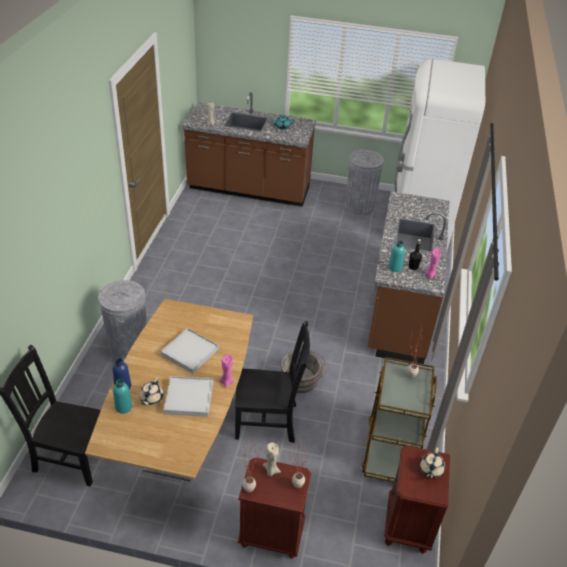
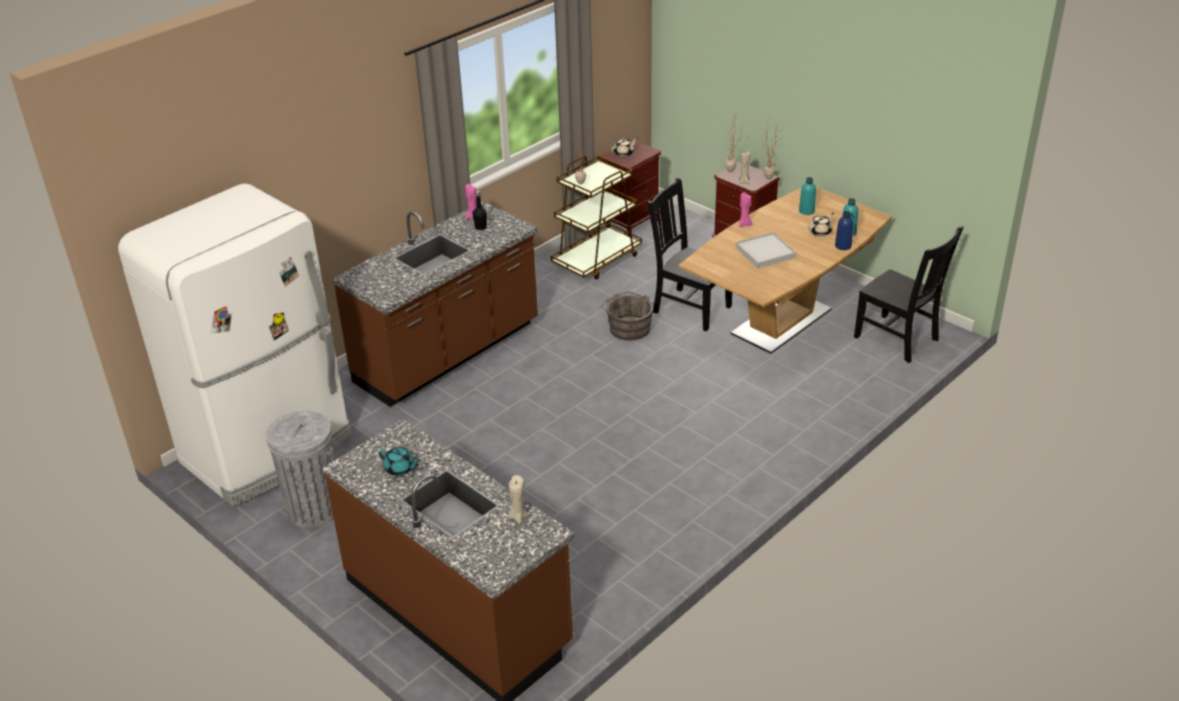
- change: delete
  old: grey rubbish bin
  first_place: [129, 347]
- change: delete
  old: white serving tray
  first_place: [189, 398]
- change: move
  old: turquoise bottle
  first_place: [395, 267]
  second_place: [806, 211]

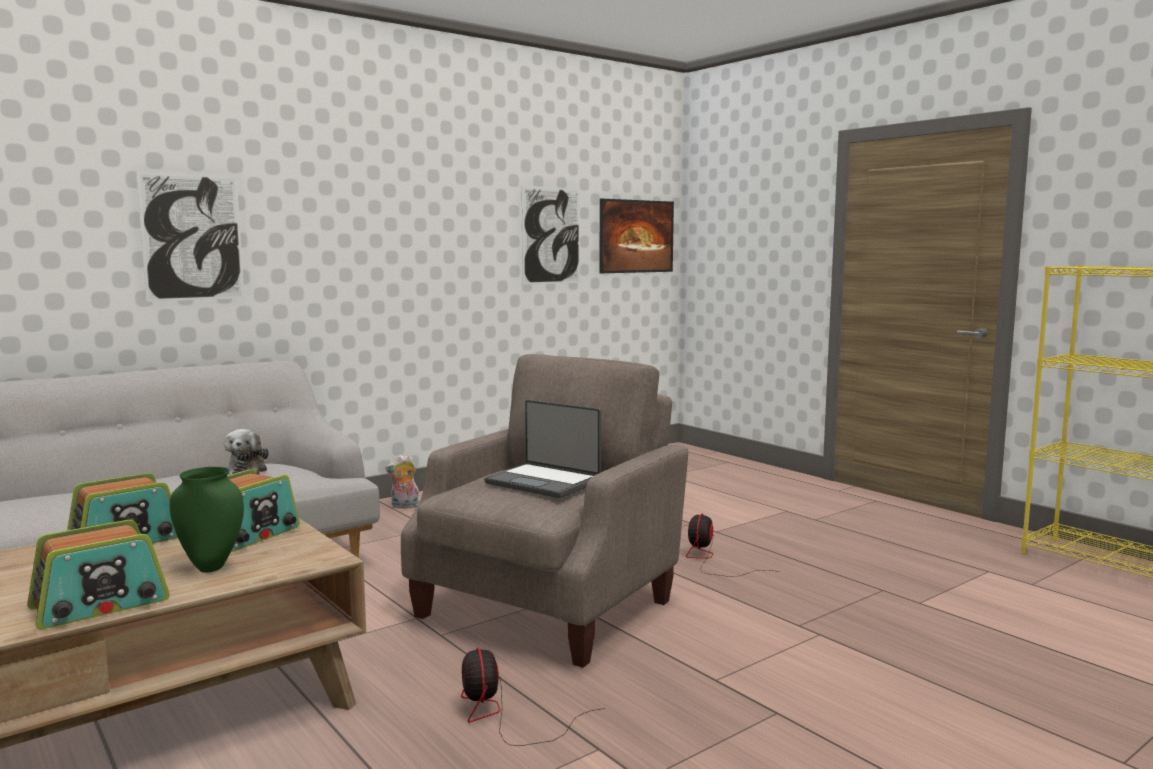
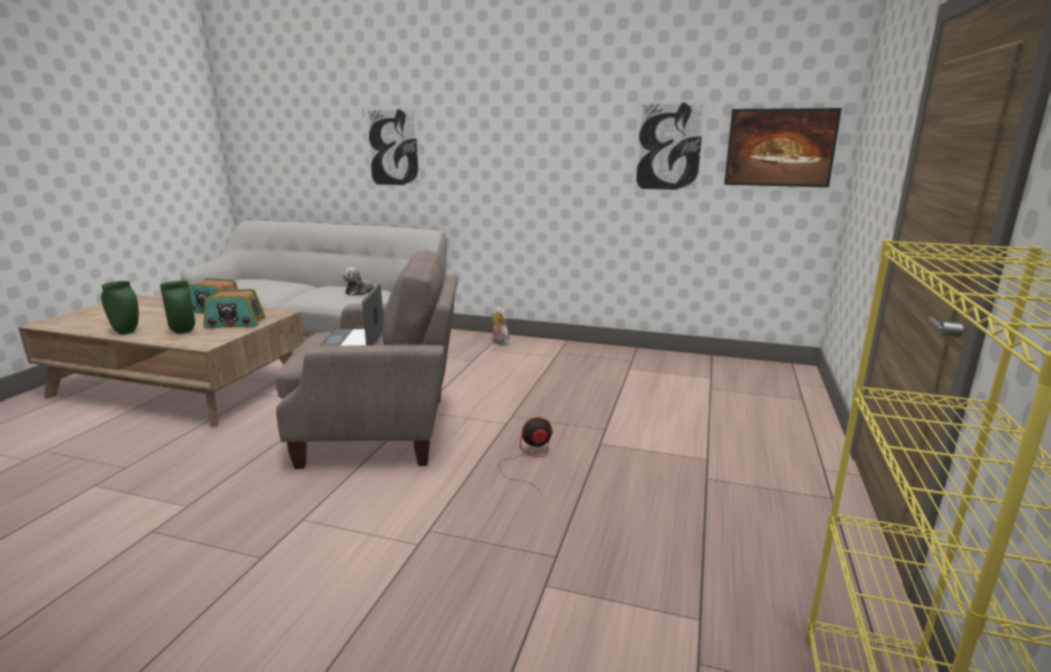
- change: replace
  old: radio receiver
  new: green-coloured flower vase
  first_place: [100, 604]
  second_place: [127, 332]
- change: delete
  old: cooling fan
  first_place: [503, 716]

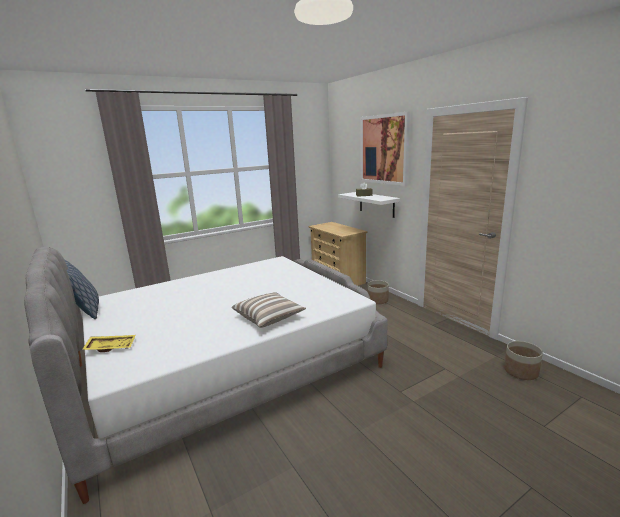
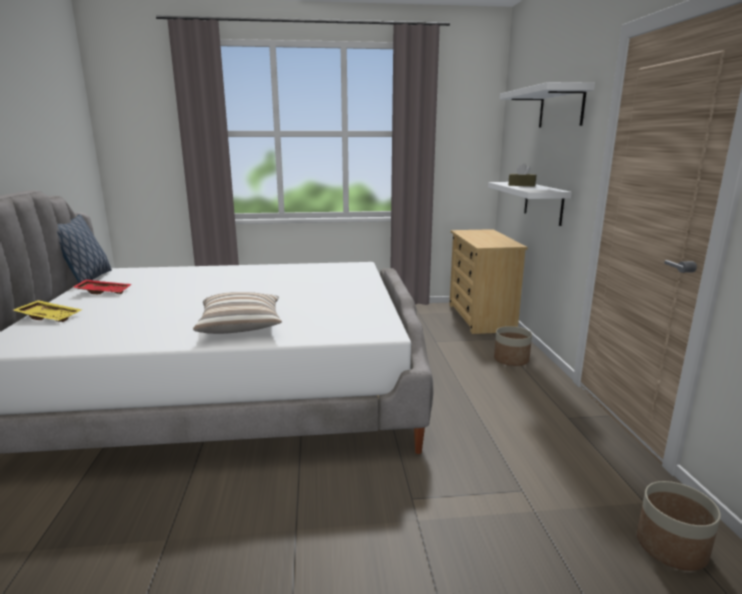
- change: replace
  old: wall picture
  new: white shelf
  first_place: [384, 149]
  second_place: [561, 107]
- change: insert
  new: red serving tray
  second_place: [104, 292]

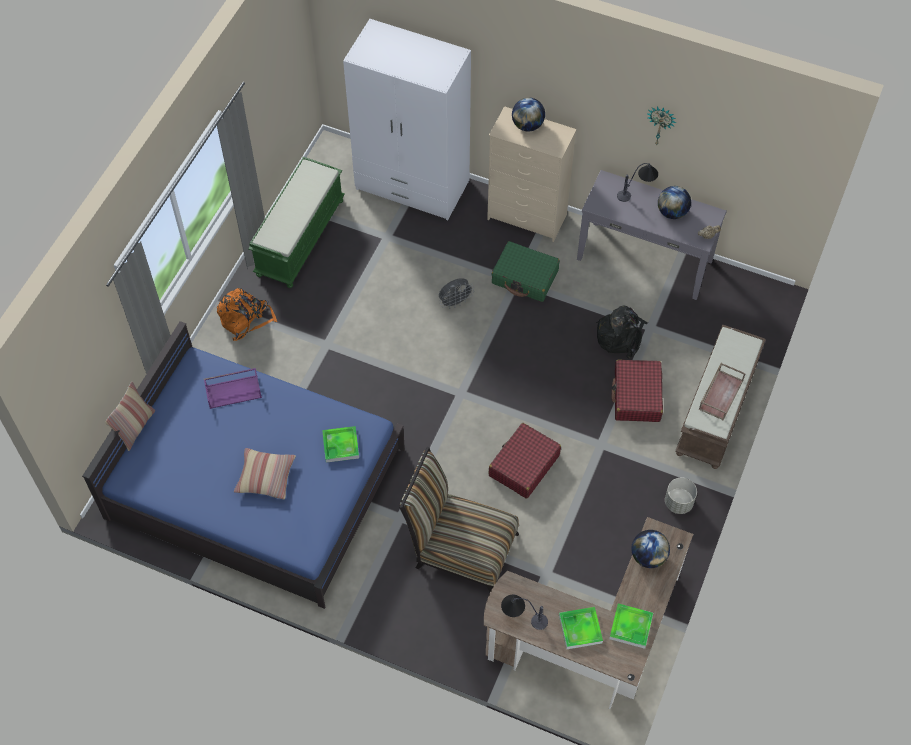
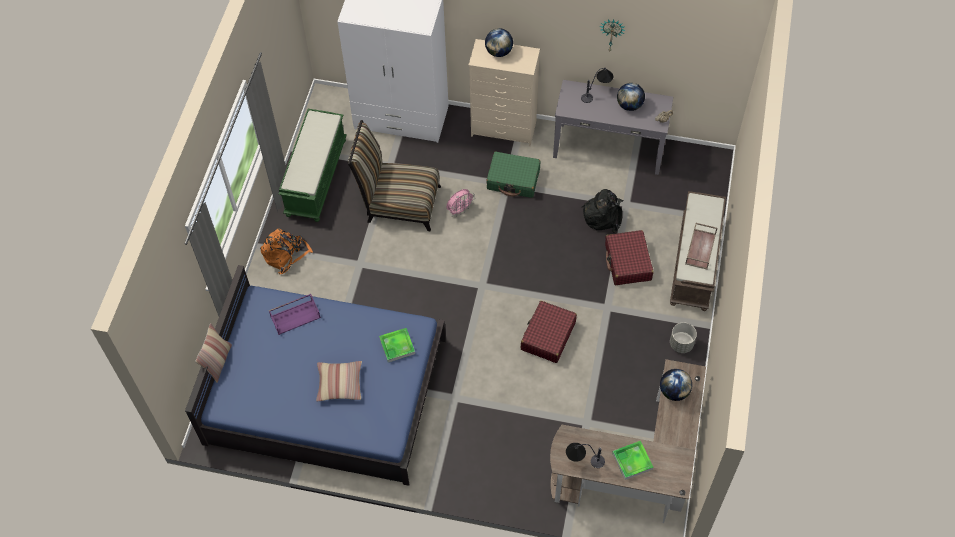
- change: move
  old: plain chair
  first_place: [460, 548]
  second_place: [398, 203]
- change: recolor
  old: grey cooling fan
  new: pink cooling fan
  first_place: [455, 302]
  second_place: [460, 210]
- change: delete
  old: serving tray
  first_place: [631, 627]

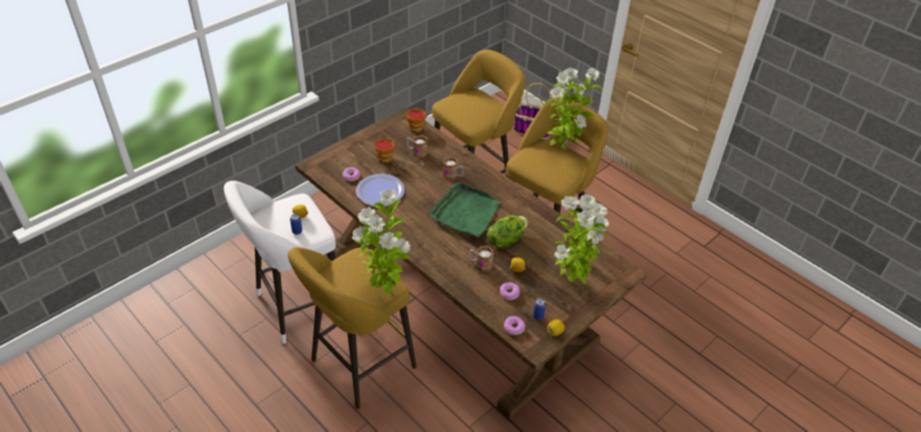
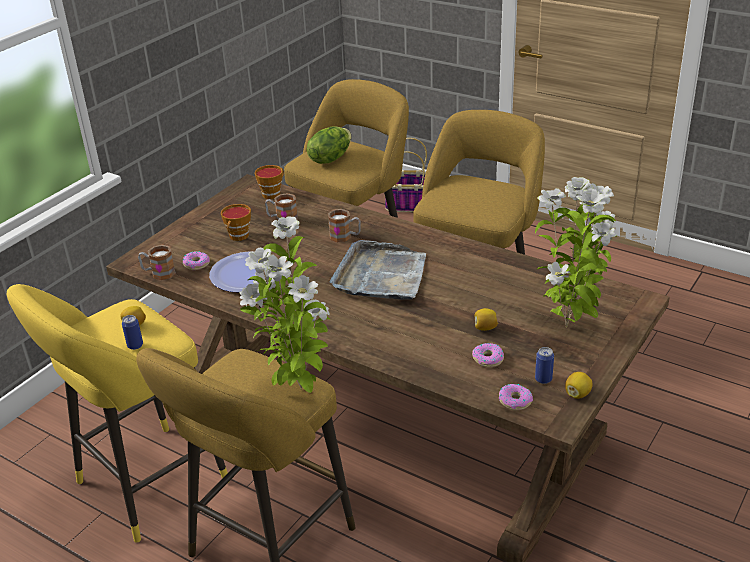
- change: recolor
  old: white sitting stool
  new: yellowish sitting stool
  first_place: [296, 307]
  second_place: [144, 486]
- change: recolor
  old: green-coloured serving tray
  new: grey serving tray
  first_place: [465, 212]
  second_place: [381, 275]
- change: move
  old: tea mug
  first_place: [480, 264]
  second_place: [158, 273]
- change: move
  old: head of lettuce
  first_place: [506, 239]
  second_place: [330, 158]
- change: delete
  old: potted plant
  first_place: [563, 148]

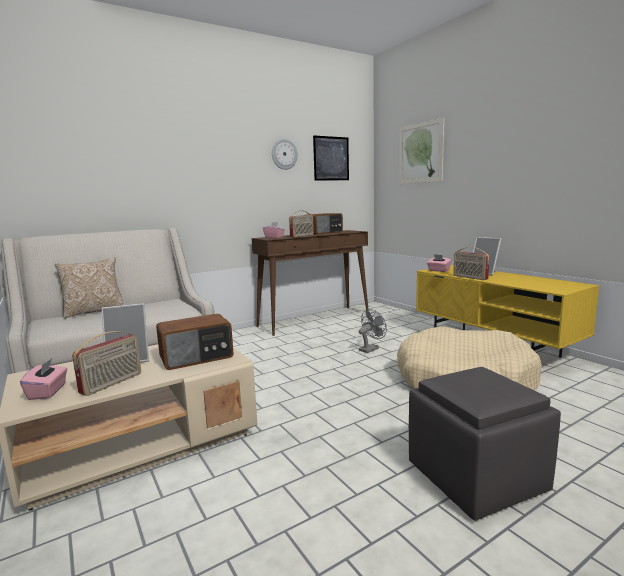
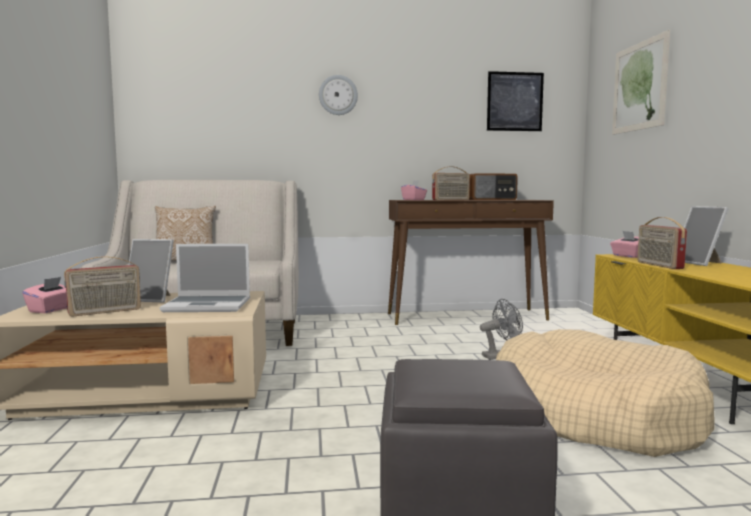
- change: replace
  old: radio receiver
  new: laptop
  first_place: [197, 357]
  second_place: [209, 306]
- change: move
  old: hanging clock
  first_place: [284, 154]
  second_place: [338, 95]

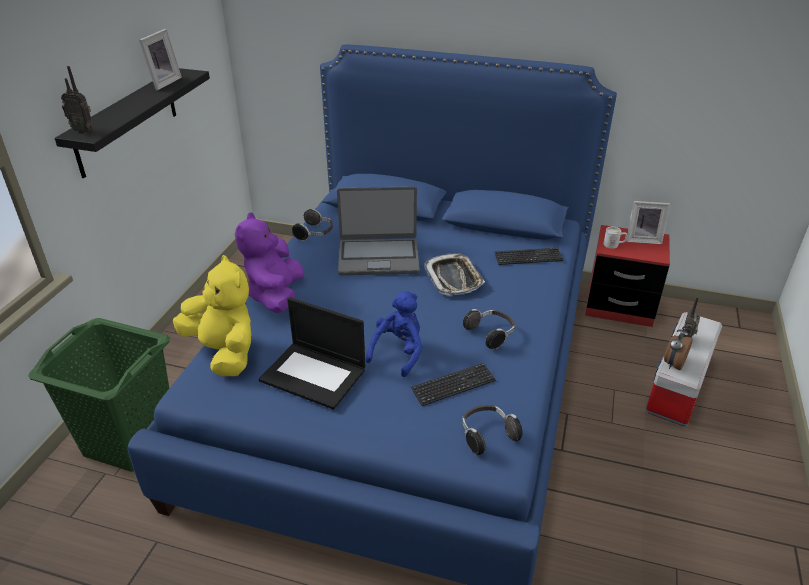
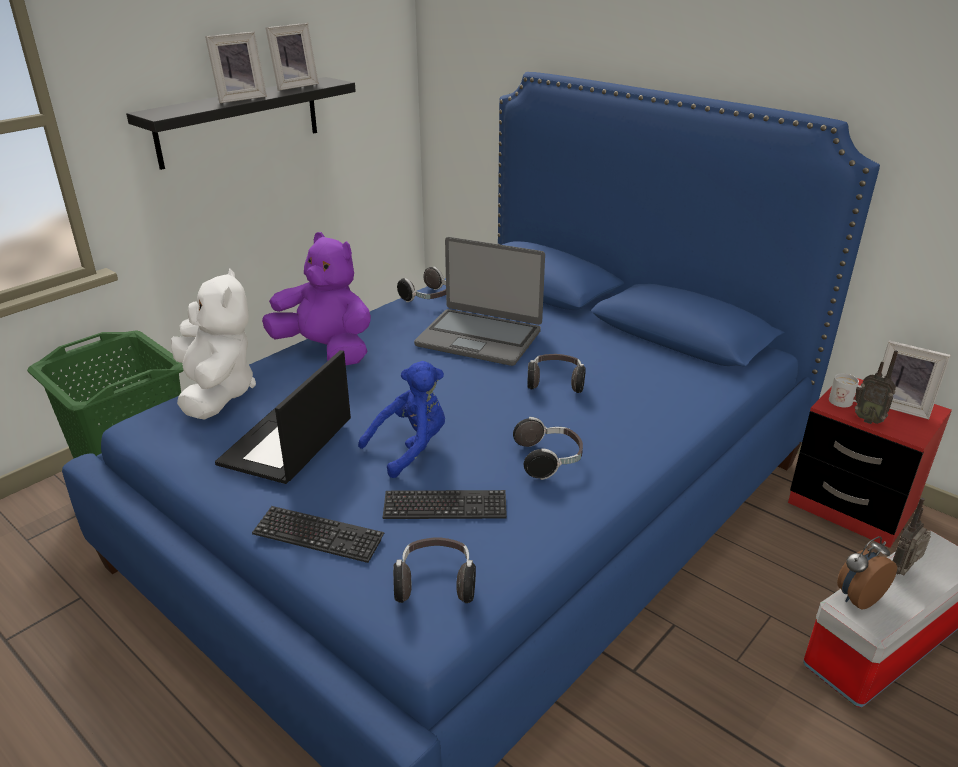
- change: move
  old: radio receiver
  first_place: [84, 131]
  second_place: [867, 419]
- change: recolor
  old: yellowish cuddly toy
  new: white cuddly toy
  first_place: [224, 352]
  second_place: [217, 393]
- change: rotate
  old: purple cuddly toy
  first_place: [276, 295]
  second_place: [326, 350]
  degrees: 90
- change: rotate
  old: laptop
  first_place: [314, 375]
  second_place: [287, 443]
  degrees: 60
- change: replace
  old: serving tray
  new: headset
  first_place: [454, 278]
  second_place: [555, 383]
- change: move
  old: keyboard
  first_place: [528, 257]
  second_place: [318, 536]
- change: insert
  new: standing frame
  second_place: [239, 98]

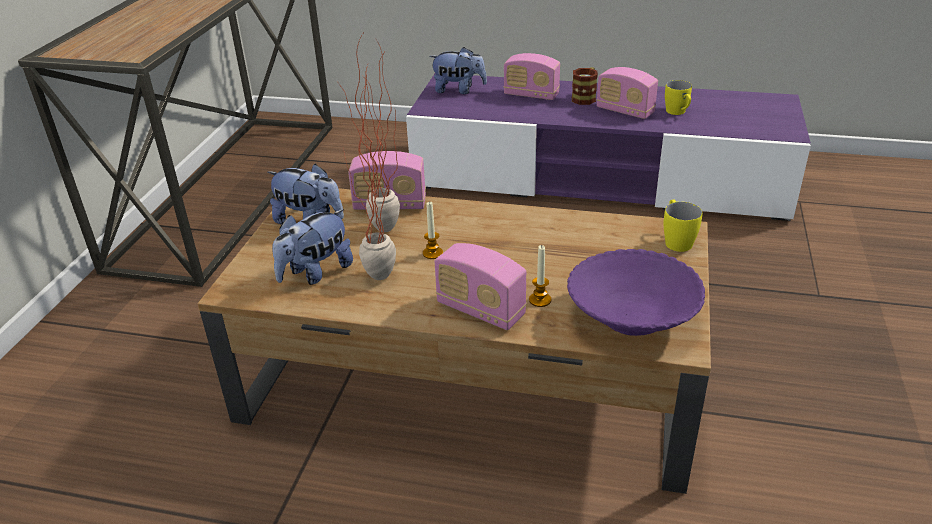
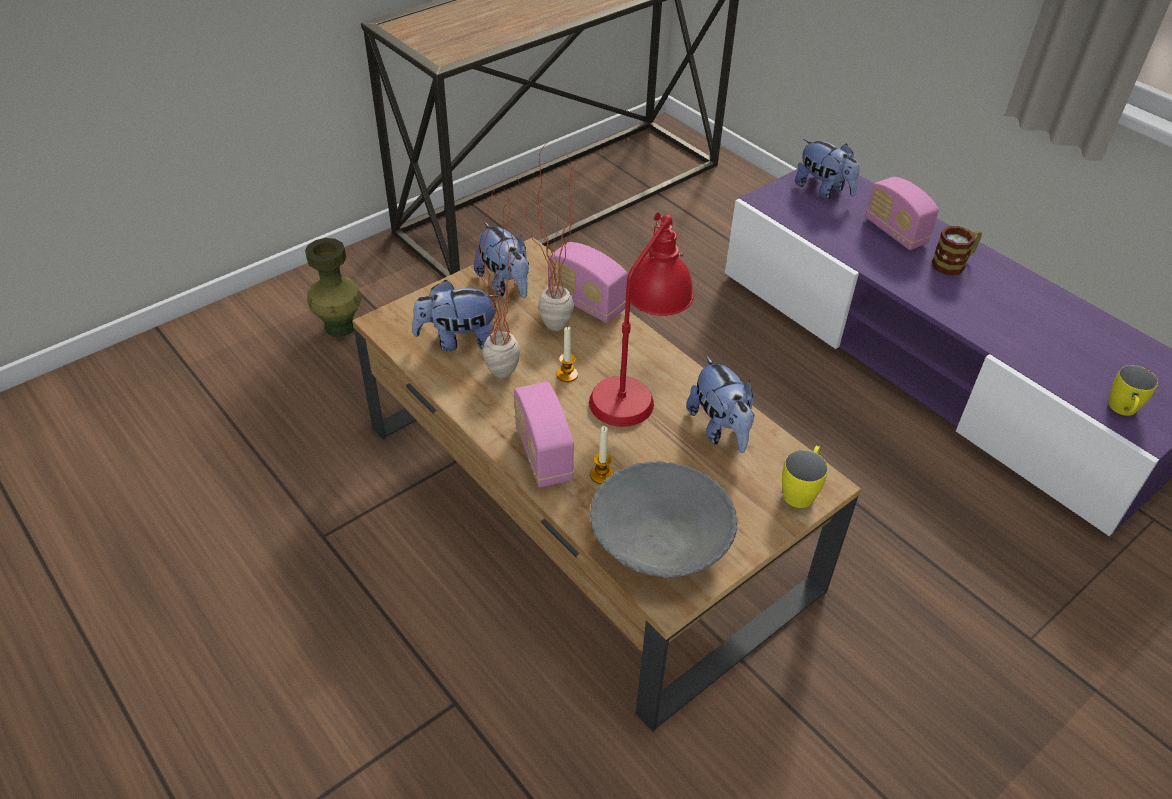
- change: recolor
  old: purple bowl
  new: grey bowl
  first_place: [632, 317]
  second_place: [660, 541]
- change: delete
  old: radio receiver
  first_place: [625, 111]
- change: move
  old: yellowish tea mug
  first_place: [678, 113]
  second_place: [1122, 411]
- change: insert
  new: green-coloured flower vase
  second_place: [340, 326]
- change: insert
  new: red table lamp
  second_place: [636, 386]
- change: insert
  new: cuddly toy
  second_place: [720, 429]

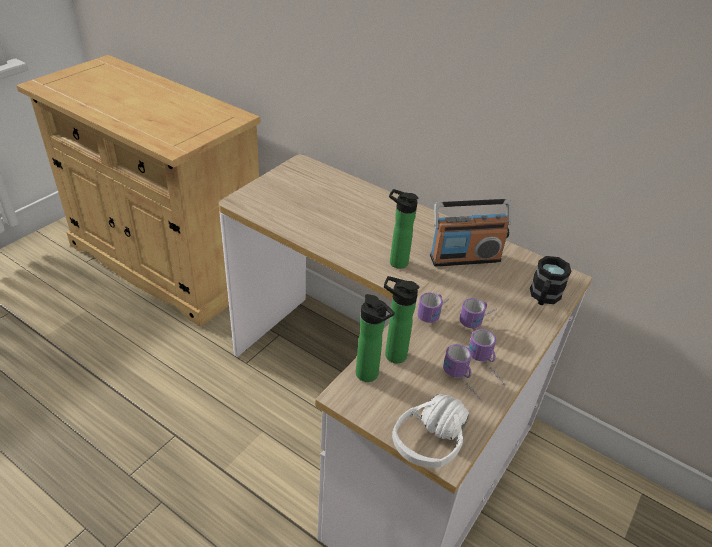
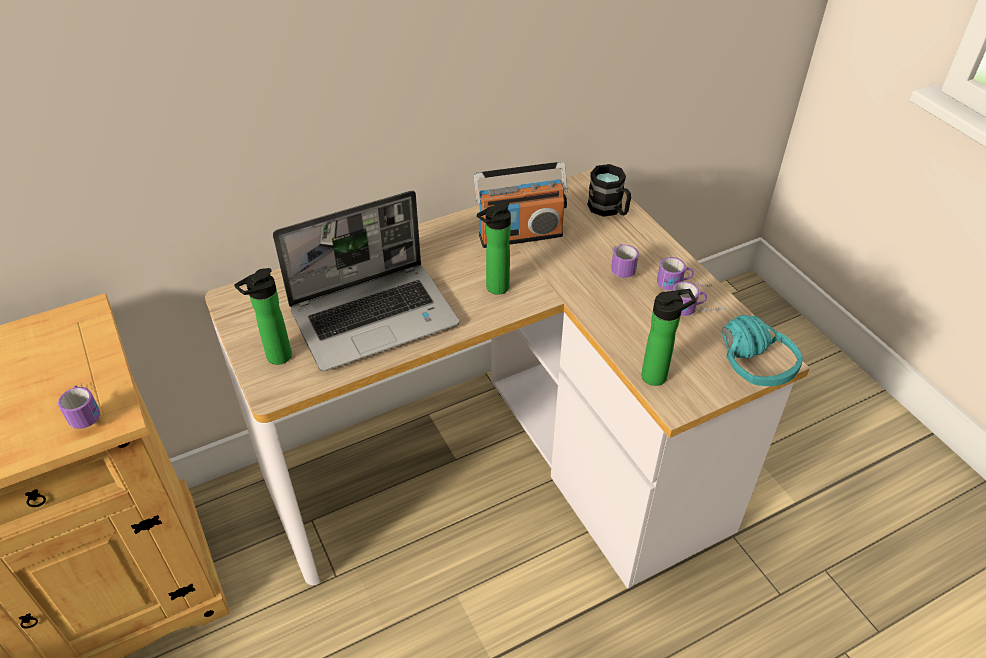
- change: move
  old: bottle
  first_place: [392, 354]
  second_place: [275, 358]
- change: recolor
  old: white headset
  new: turquoise headset
  first_place: [442, 448]
  second_place: [766, 359]
- change: move
  old: tea mug
  first_place: [435, 313]
  second_place: [86, 410]
- change: rotate
  old: radio receiver
  first_place: [464, 258]
  second_place: [520, 235]
  degrees: 60
- change: insert
  new: laptop
  second_place: [375, 316]

